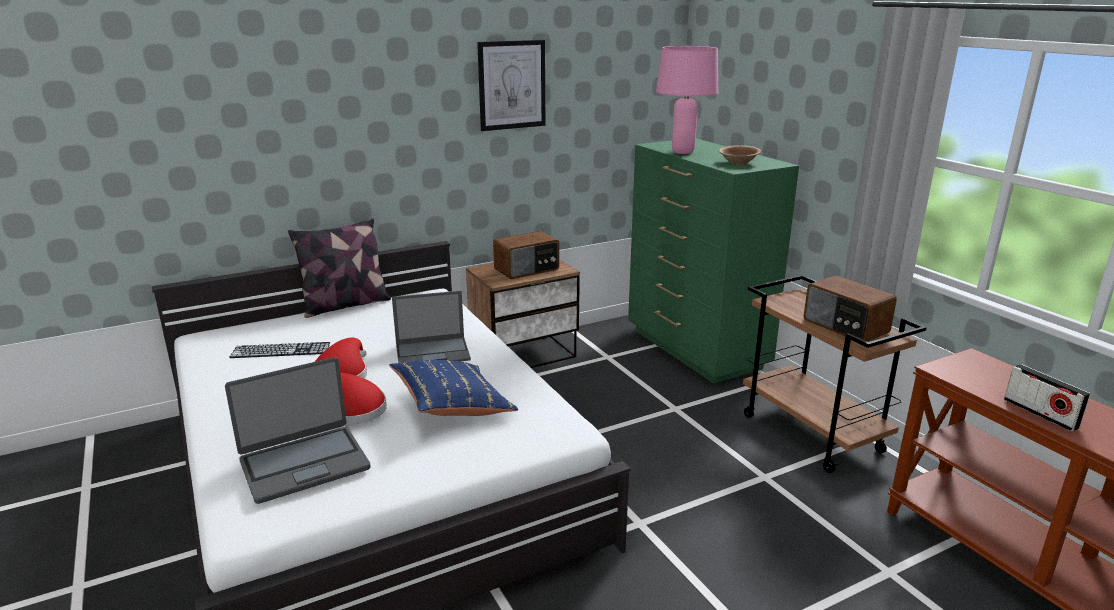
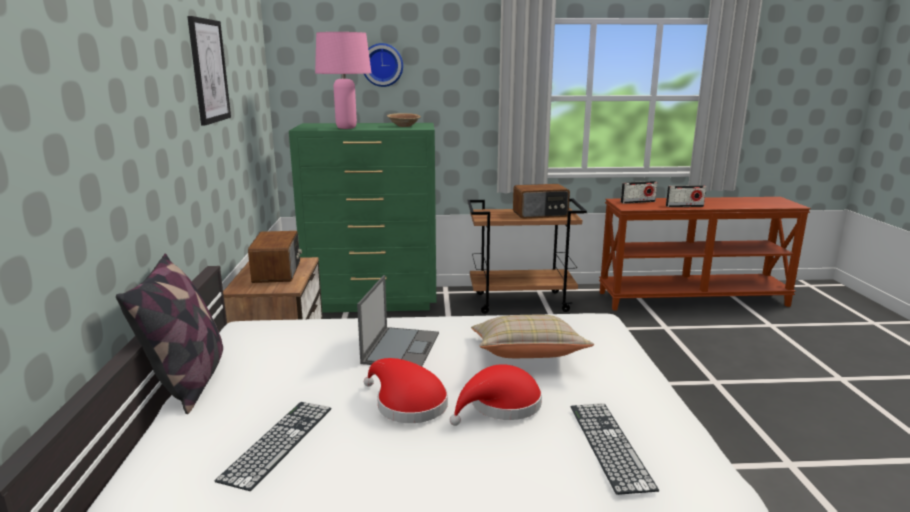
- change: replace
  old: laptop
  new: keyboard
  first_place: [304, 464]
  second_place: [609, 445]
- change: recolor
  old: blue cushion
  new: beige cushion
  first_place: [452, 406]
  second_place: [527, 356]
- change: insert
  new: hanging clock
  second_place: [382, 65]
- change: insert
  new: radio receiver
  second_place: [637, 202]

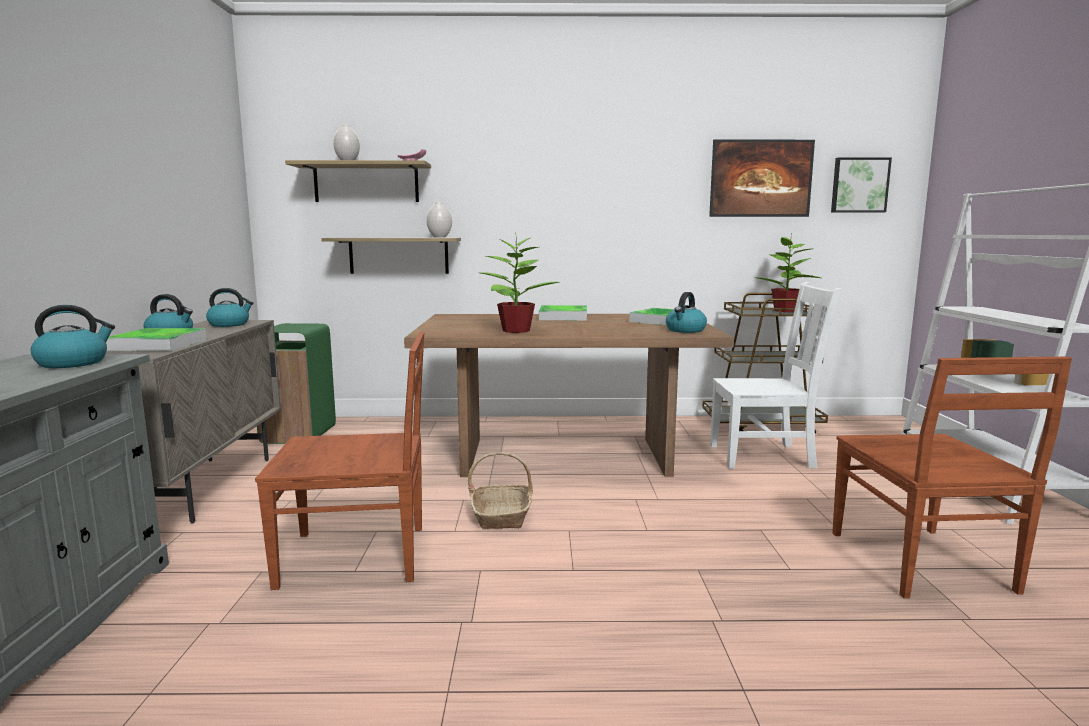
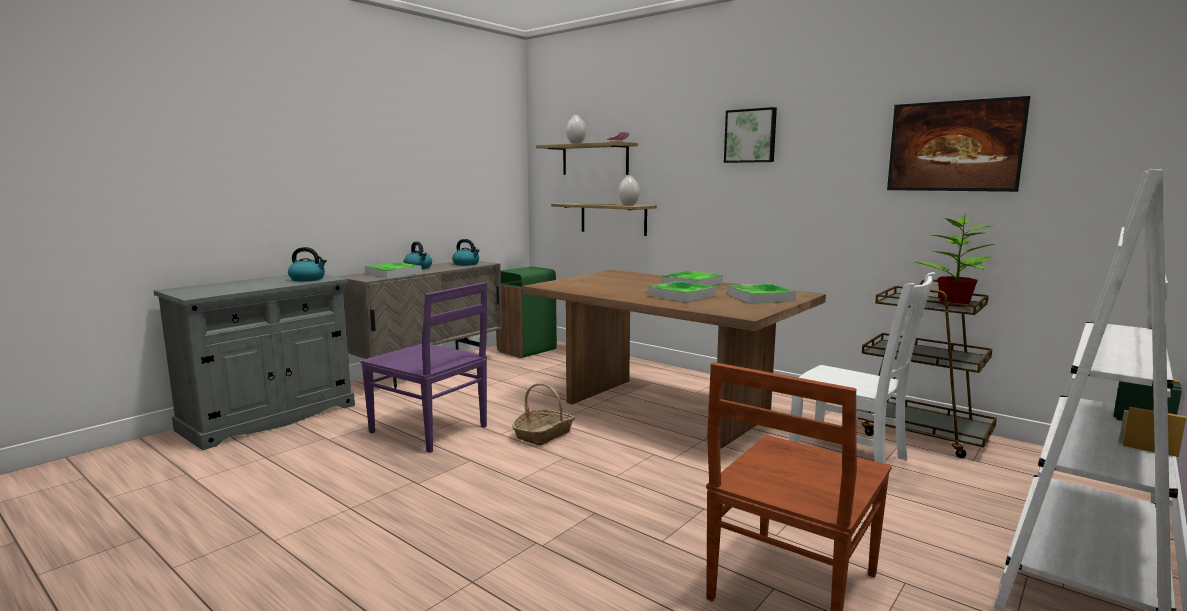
- change: recolor
  old: brownish plain chair
  new: purple plain chair
  first_place: [358, 556]
  second_place: [430, 430]
- change: delete
  old: potted plant
  first_place: [515, 331]
- change: delete
  old: tea kettle
  first_place: [685, 330]
- change: move
  old: wall picture
  first_place: [859, 185]
  second_place: [750, 136]
- change: insert
  new: serving tray
  second_place: [682, 296]

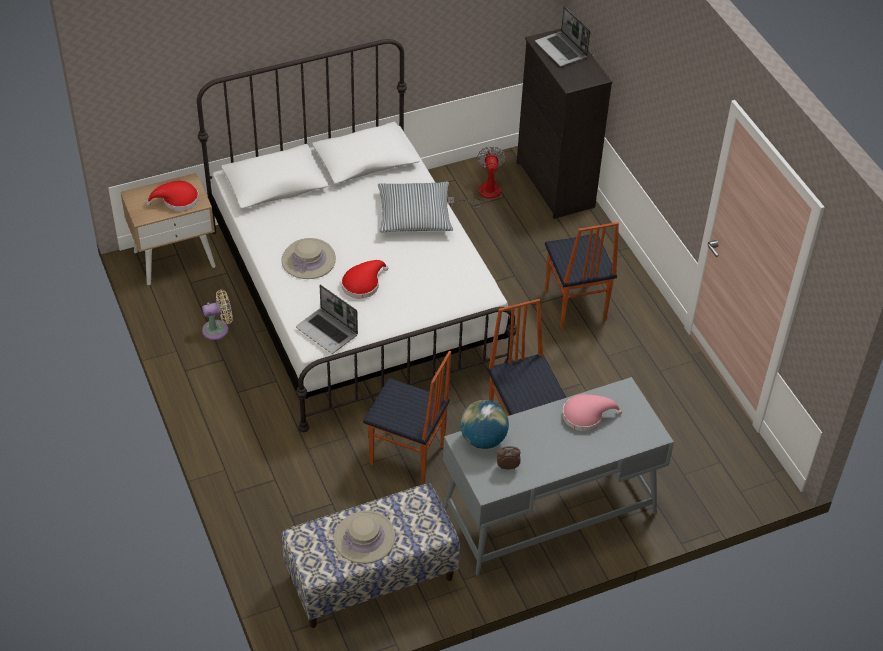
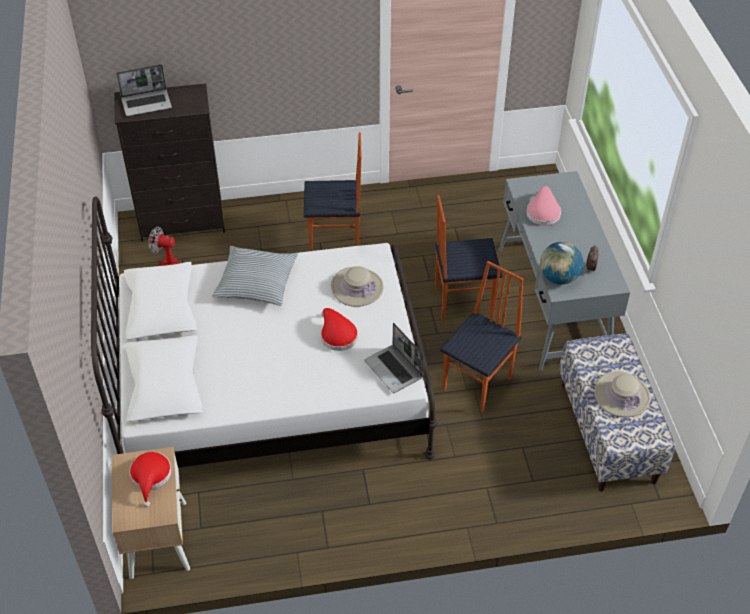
- change: delete
  old: beige cooling fan
  first_place: [218, 329]
- change: move
  old: beige wearable hat
  first_place: [308, 260]
  second_place: [357, 287]
- change: rotate
  old: laptop
  first_place: [328, 331]
  second_place: [394, 370]
  degrees: 90

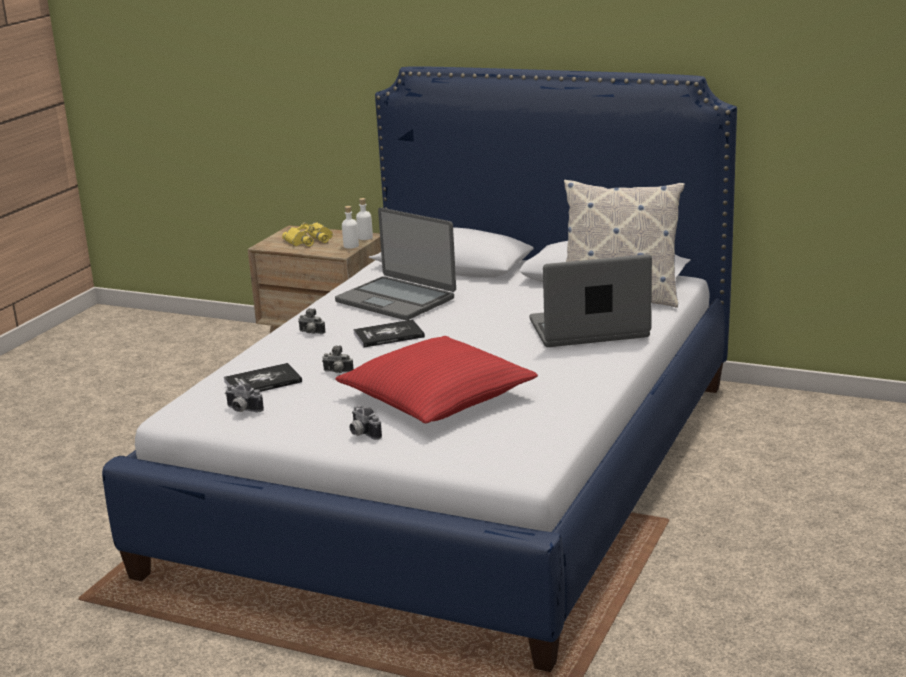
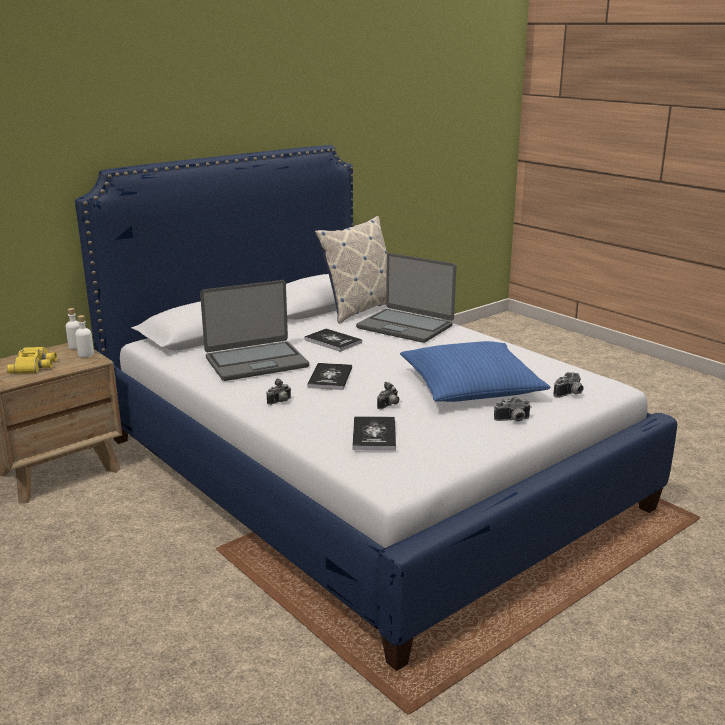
- change: move
  old: photo camera
  first_place: [241, 410]
  second_place: [570, 394]
- change: recolor
  old: red cushion
  new: blue cushion
  first_place: [437, 398]
  second_place: [471, 387]
- change: rotate
  old: laptop
  first_place: [589, 329]
  second_place: [405, 326]
  degrees: -75
- change: insert
  new: volume
  second_place: [333, 341]

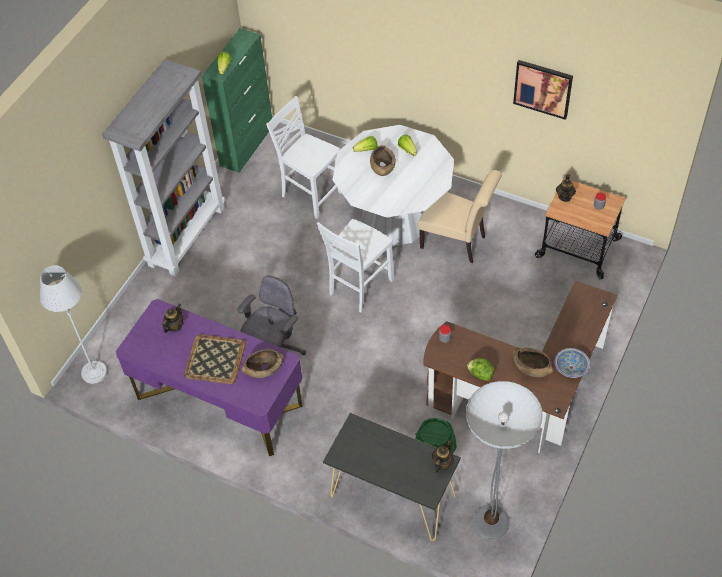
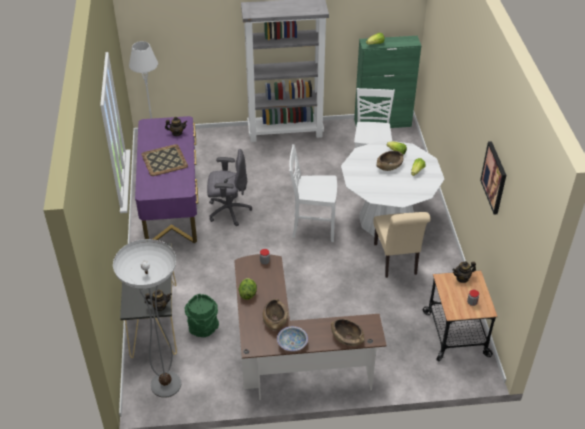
- change: move
  old: brownish bowl
  first_place: [263, 368]
  second_place: [347, 337]

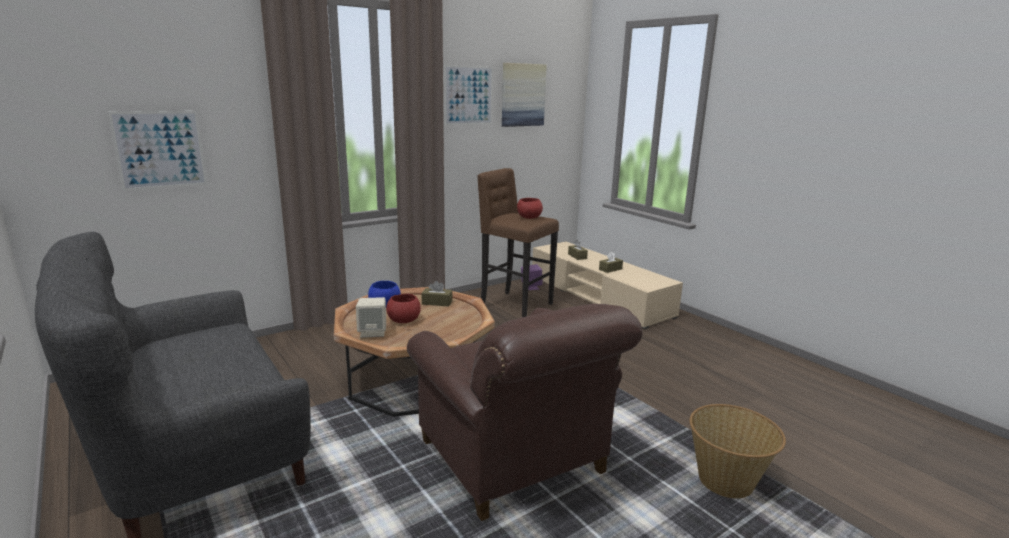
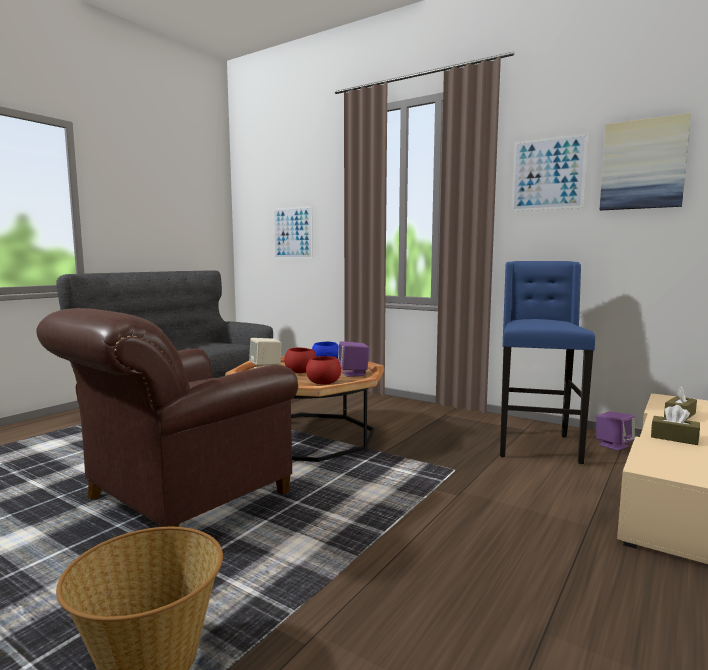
- change: replace
  old: brownish tissue box
  new: purple speaker
  first_place: [437, 302]
  second_place: [353, 374]
- change: recolor
  old: brownish sitting stool
  new: blue sitting stool
  first_place: [514, 305]
  second_place: [536, 445]
- change: move
  old: red bowl
  first_place: [528, 217]
  second_place: [323, 383]

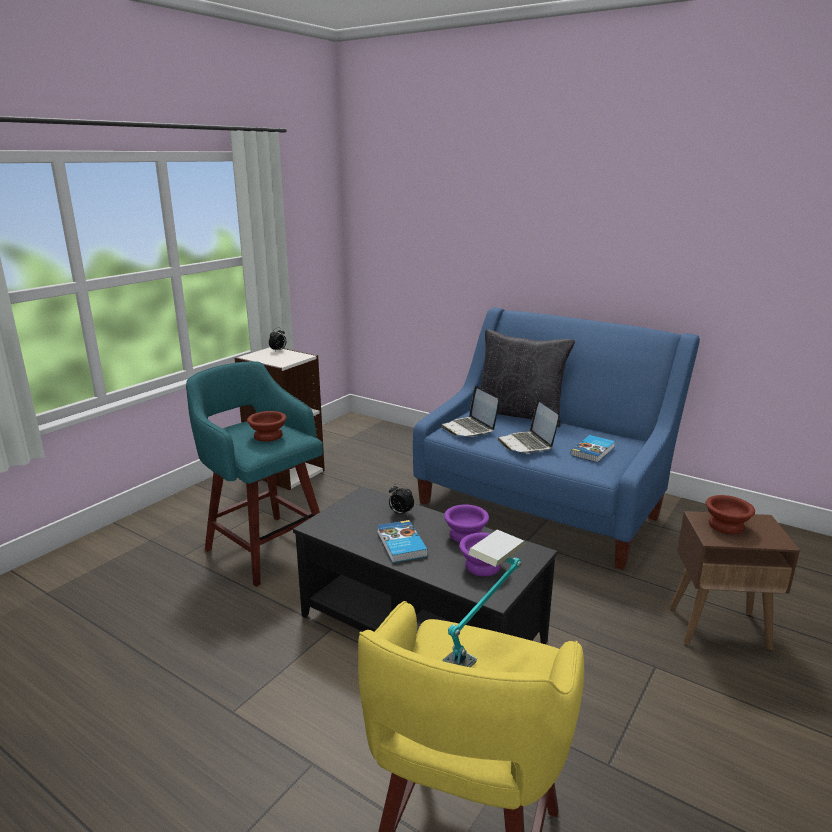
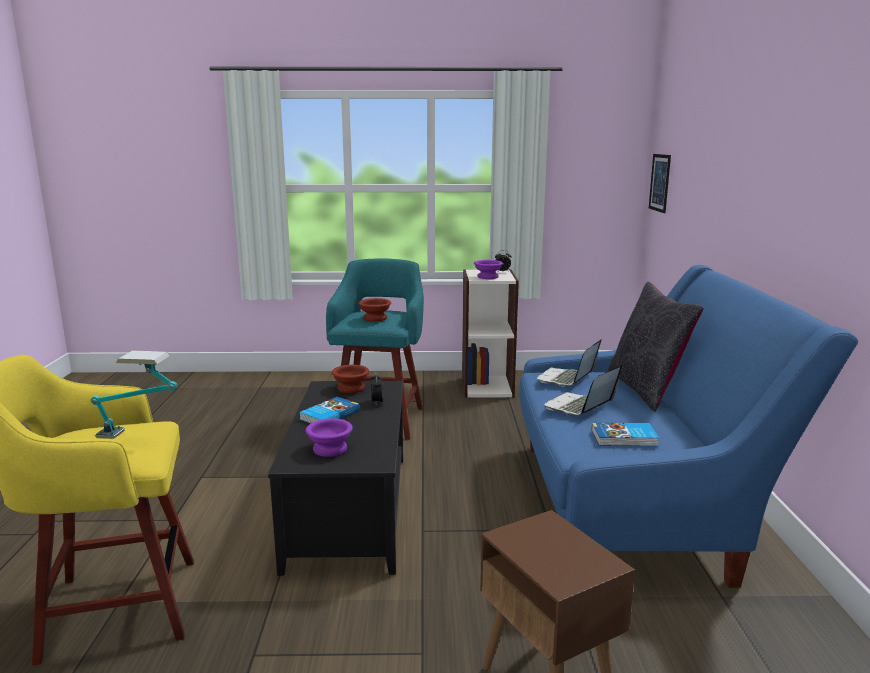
- change: move
  old: purple bowl
  first_place: [467, 535]
  second_place: [488, 277]
- change: move
  old: brownish bowl
  first_place: [725, 526]
  second_place: [349, 388]
- change: insert
  new: wall picture
  second_place: [660, 182]

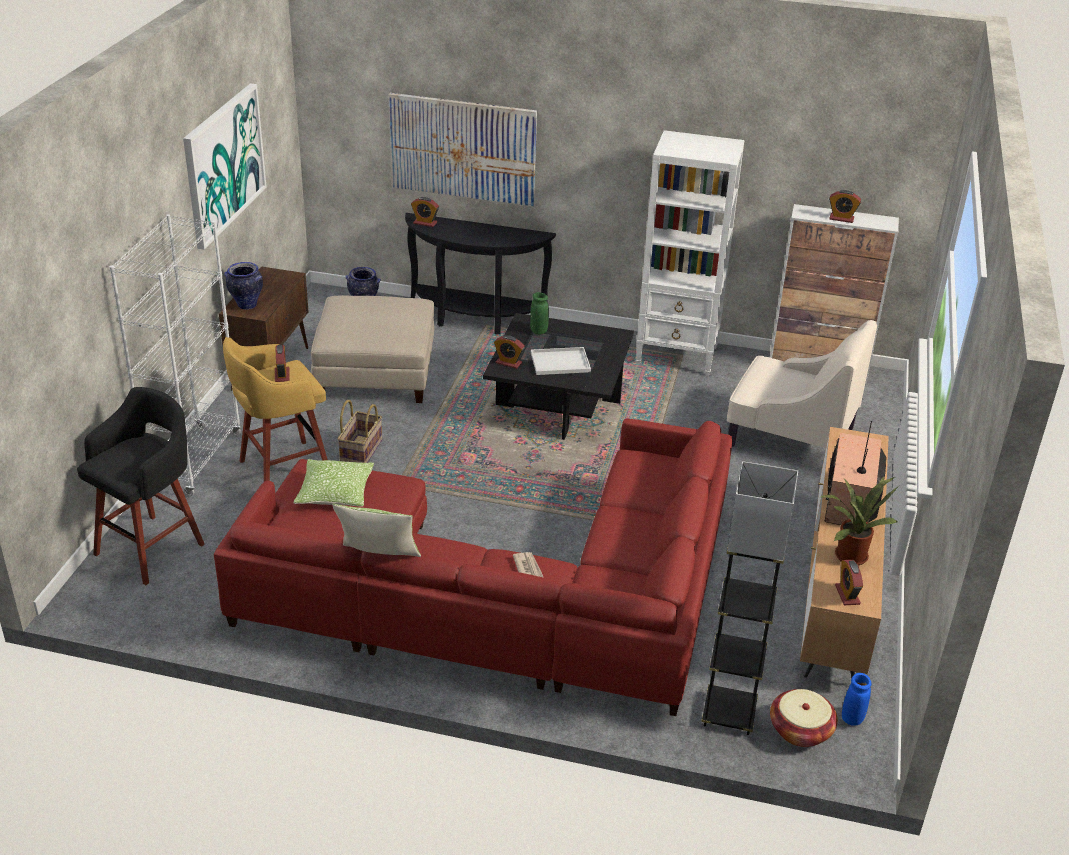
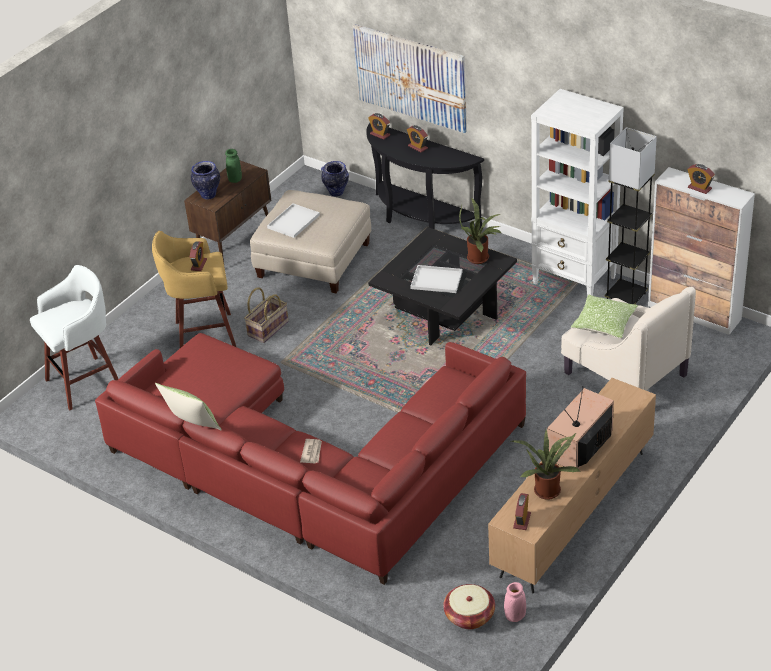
- change: recolor
  old: black-coloured sitting stool
  new: white sitting stool
  first_place: [152, 547]
  second_place: [86, 382]
- change: delete
  old: white bookcase
  first_place: [195, 460]
- change: delete
  old: wall picture
  first_place: [224, 164]
- change: move
  old: cushion
  first_place: [335, 493]
  second_place: [604, 324]
- change: move
  old: table clock
  first_place: [508, 363]
  second_place: [418, 147]
- change: move
  old: green-coloured flower vase
  first_place: [538, 331]
  second_place: [235, 179]
- change: move
  old: grey floor lamp
  first_place: [728, 714]
  second_place: [626, 297]
- change: recolor
  old: blue flower vase
  new: pink flower vase
  first_place: [852, 718]
  second_place: [515, 616]
- change: insert
  new: white serving tray
  second_place: [293, 222]
- change: insert
  new: potted plant
  second_place: [480, 258]

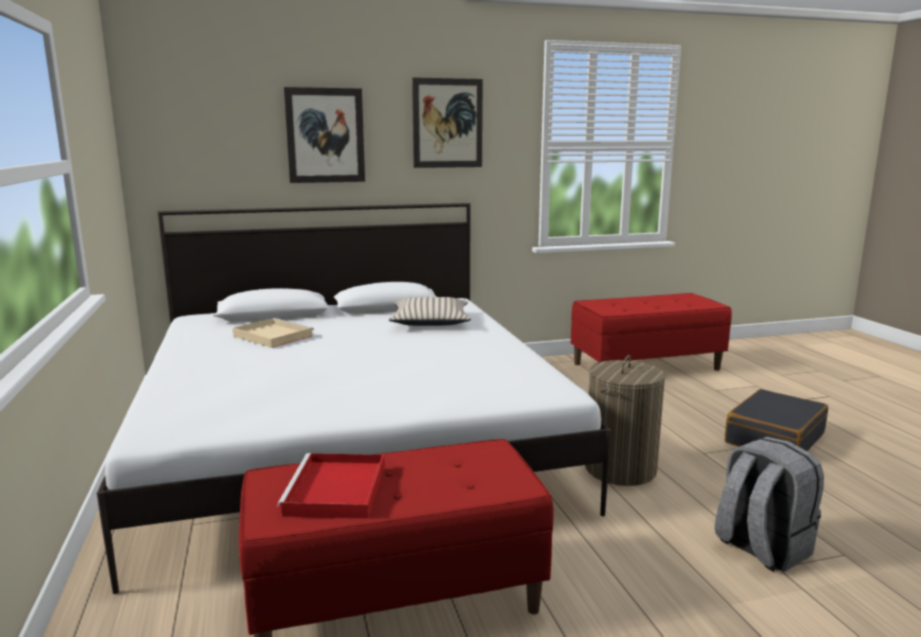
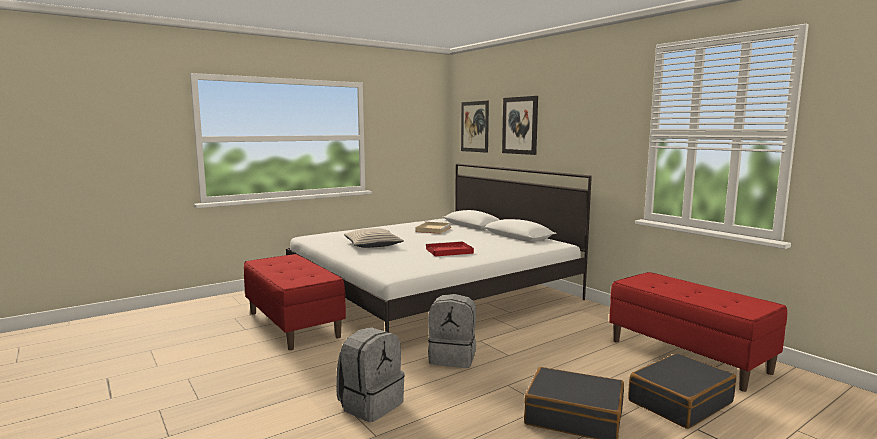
- change: move
  old: red serving tray
  first_place: [336, 491]
  second_place: [448, 251]
- change: move
  old: beige cushion
  first_place: [430, 321]
  second_place: [373, 245]
- change: move
  old: wall picture
  first_place: [447, 123]
  second_place: [474, 126]
- change: replace
  old: hamper
  new: grey rucksack
  first_place: [620, 469]
  second_place: [453, 358]
- change: insert
  new: black-coloured travel case
  second_place: [679, 401]

